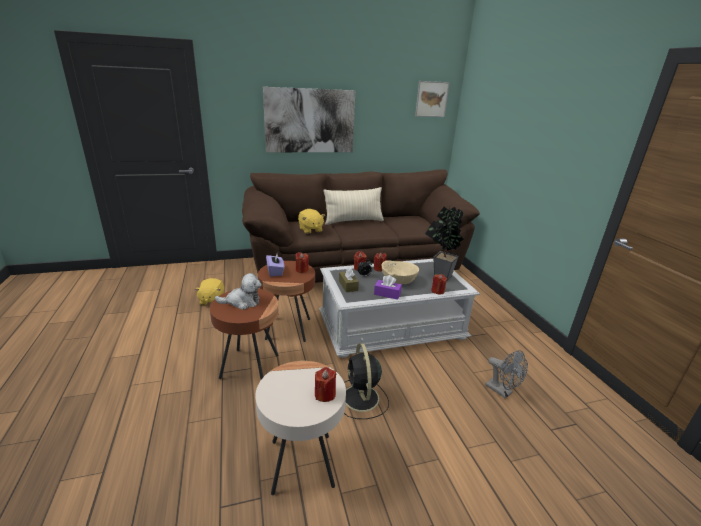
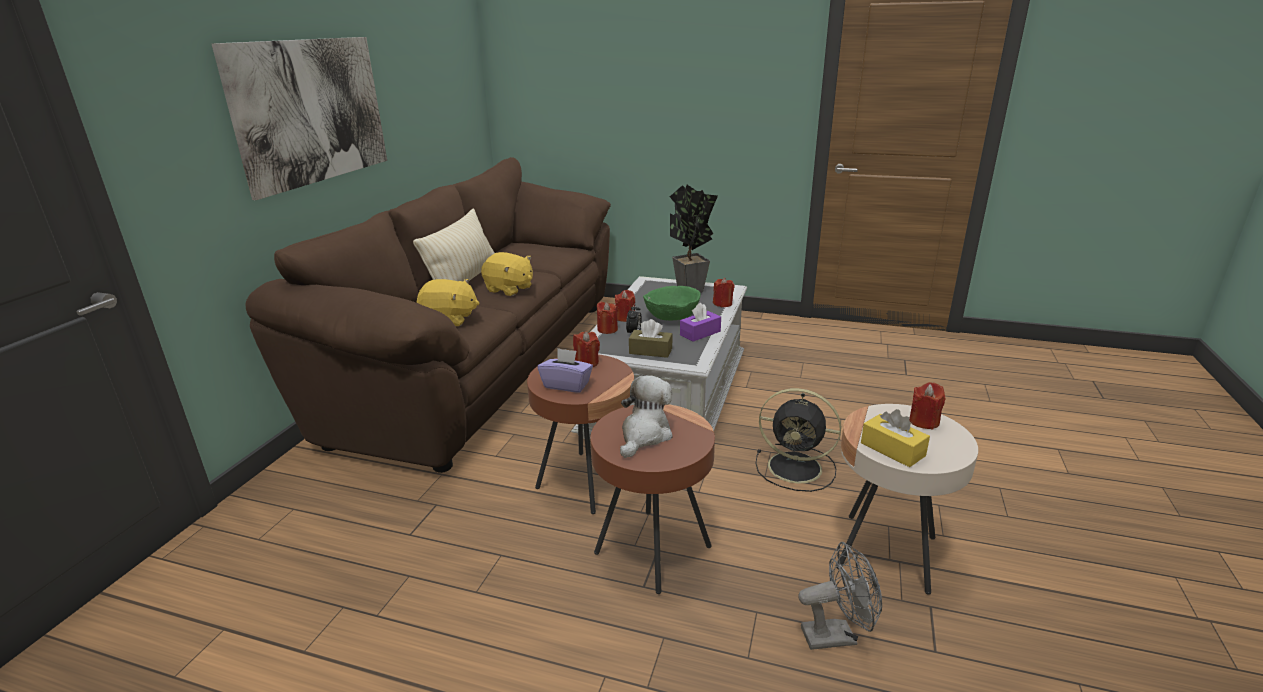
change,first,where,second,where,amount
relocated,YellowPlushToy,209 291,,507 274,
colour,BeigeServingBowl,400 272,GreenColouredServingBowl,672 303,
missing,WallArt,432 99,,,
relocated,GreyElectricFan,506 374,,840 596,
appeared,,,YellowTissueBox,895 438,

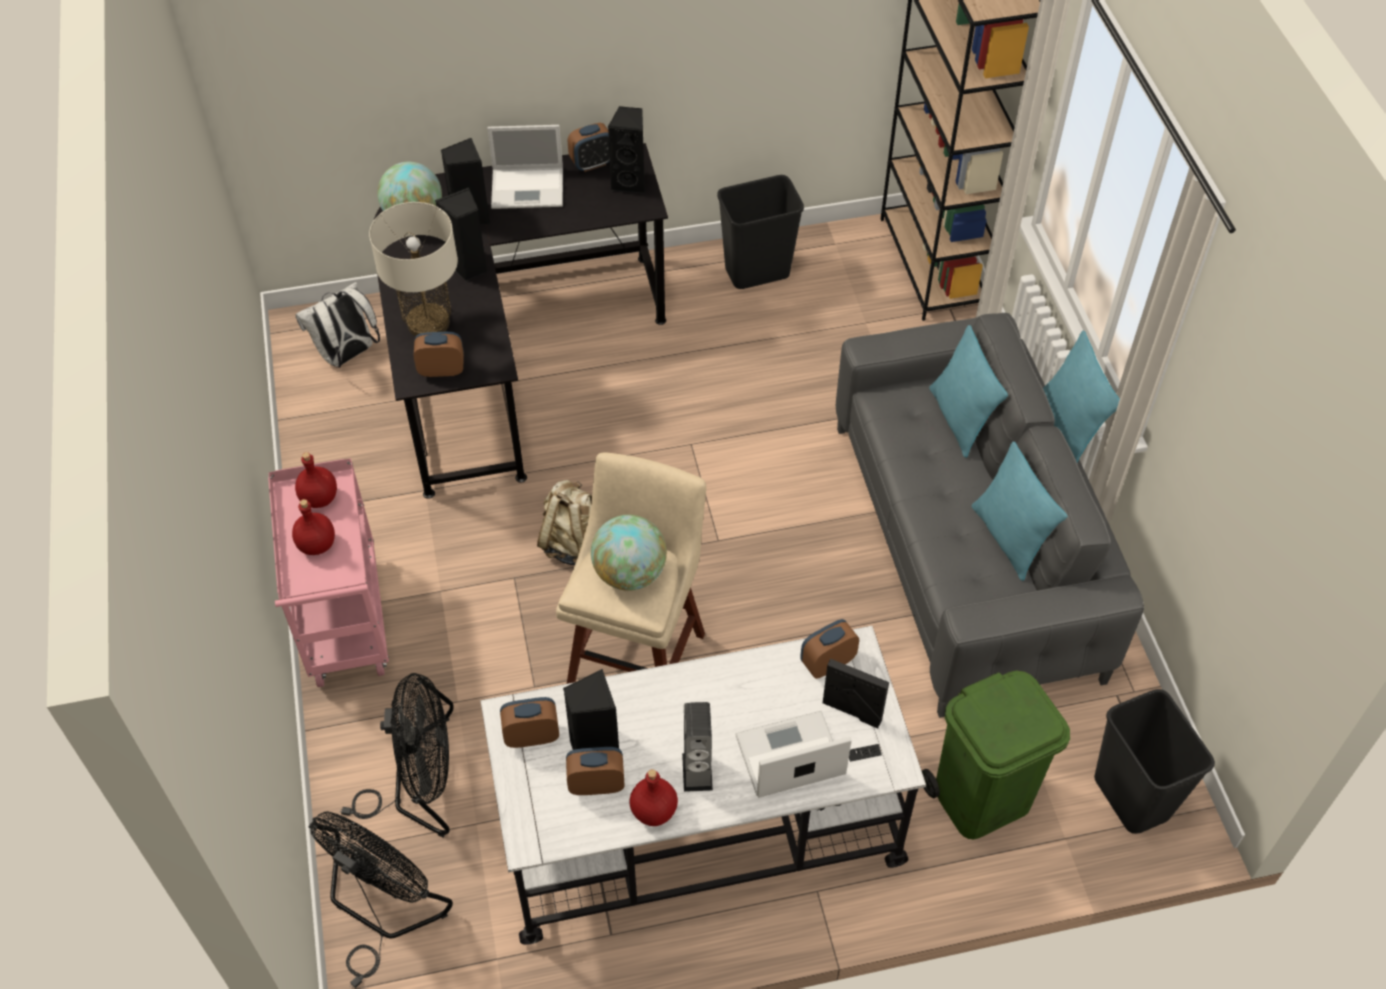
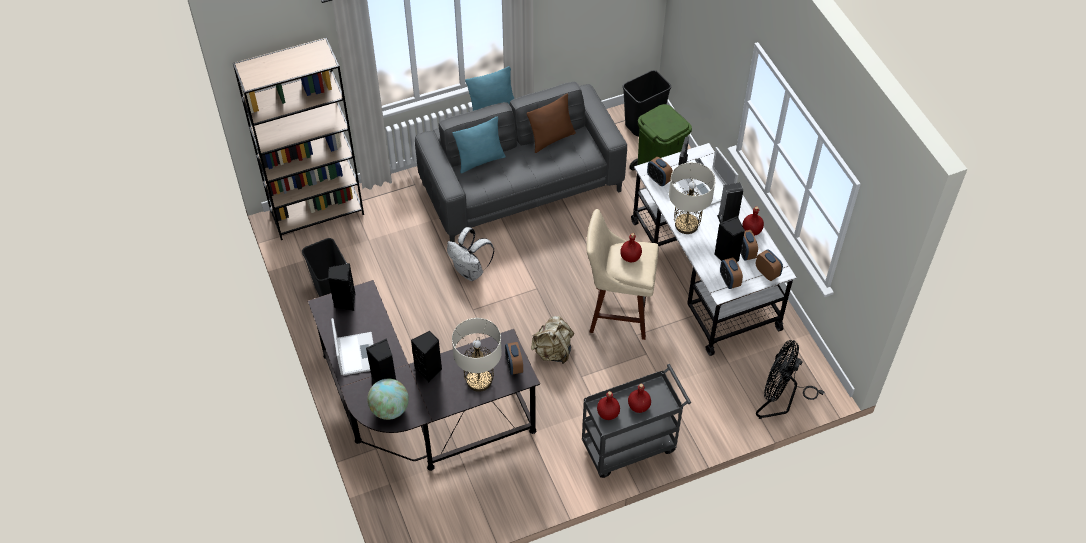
change,first,where,second,where,amount
colour,PinkTrolley,328 573,GreyTrolley,636 421,
relocated,WhiteBackpack,337 325,,470 254,
missing,BlackColouredElectricFan,397 755,,,
relocated,BedsideClock,589 147,,769 265,
exchanged,WorldGlobe,629 553,RedDrinkBottle,631 247,
colour,TurquoiseThrowPillow,1019 511,BrownThrowPillow,551 123,
appeared,,,LampForATable,692 198,

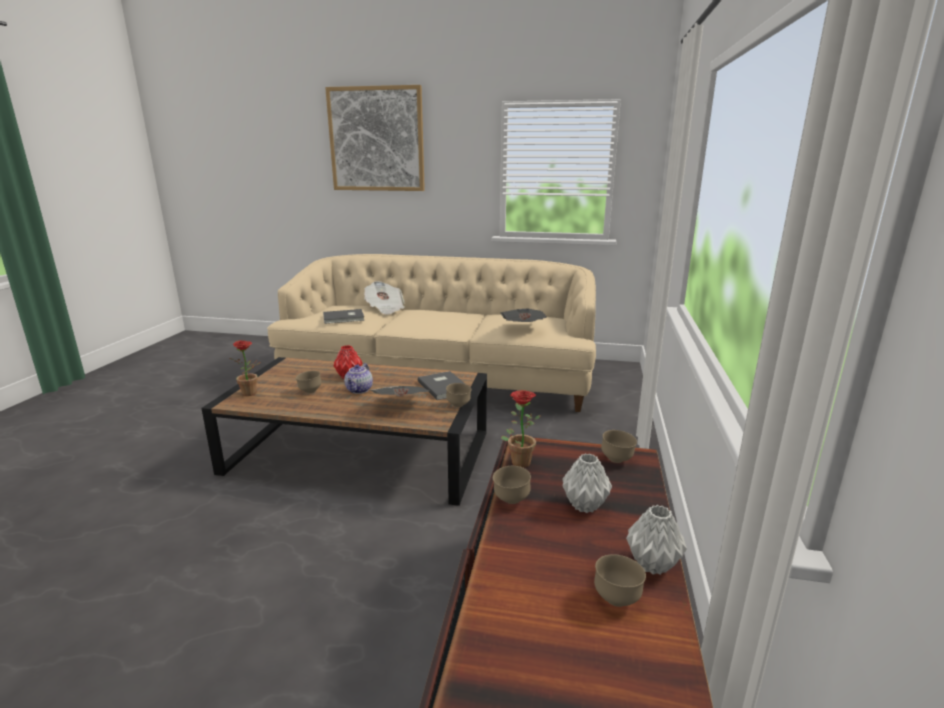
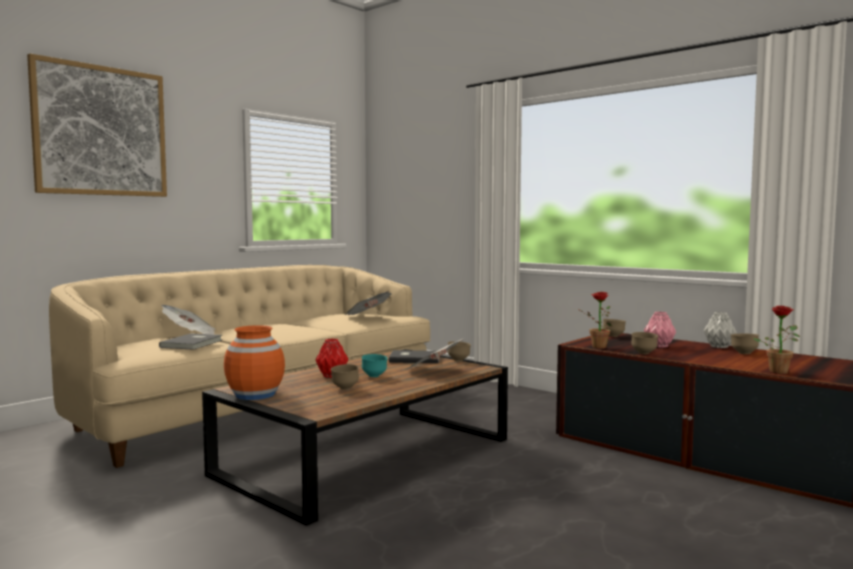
change,first,where,second,where,amount
relocated,PlantInAPot,245 368,,776 340,
exchanged,Teapot,358 378,TurquoiseServingBowl,375 365,
colour,GreyDecorativeVase,587 483,PinkDecorativeVase,660 330,
appeared,,,OrangeyDecorativeVase,254 362,

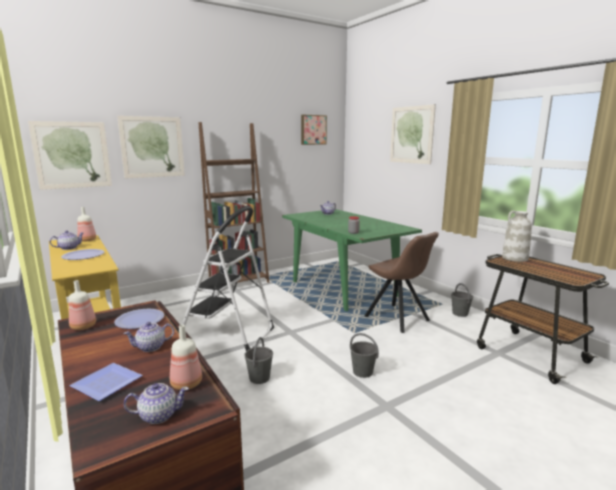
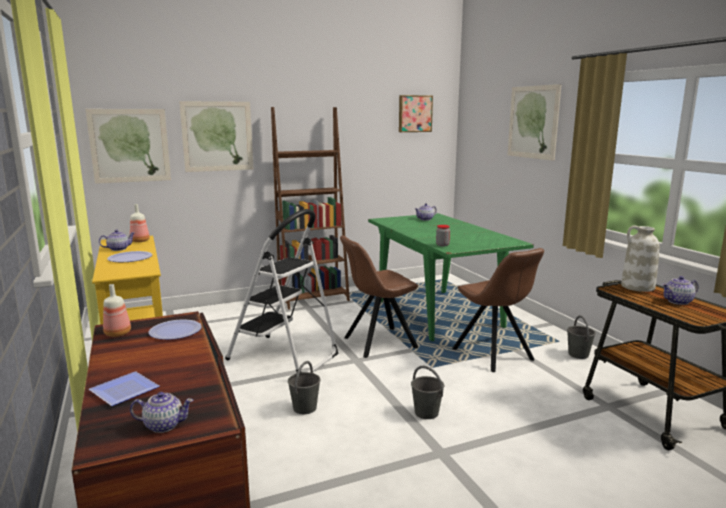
change,first,where,second,where,amount
relocated,Teapot,148 337,,680 290,
missing,DrinkBottle,186 357,,,
appeared,,,BrownChair,379 296,

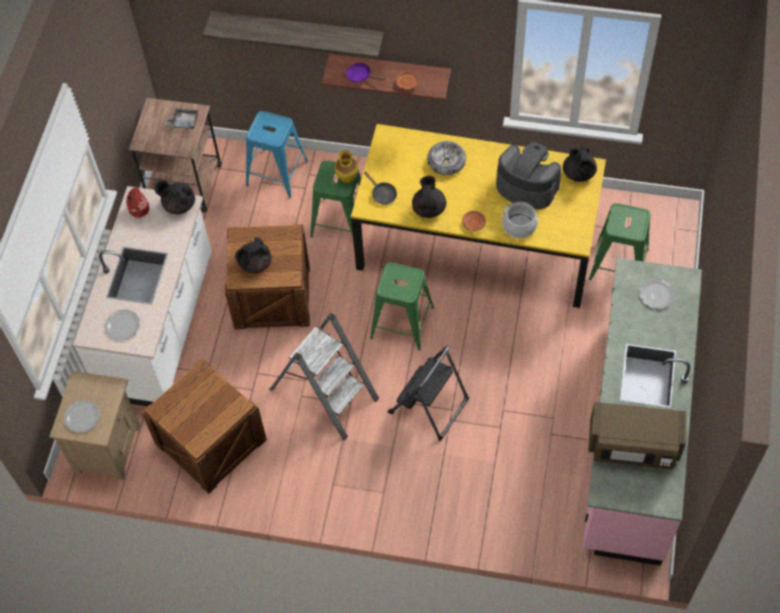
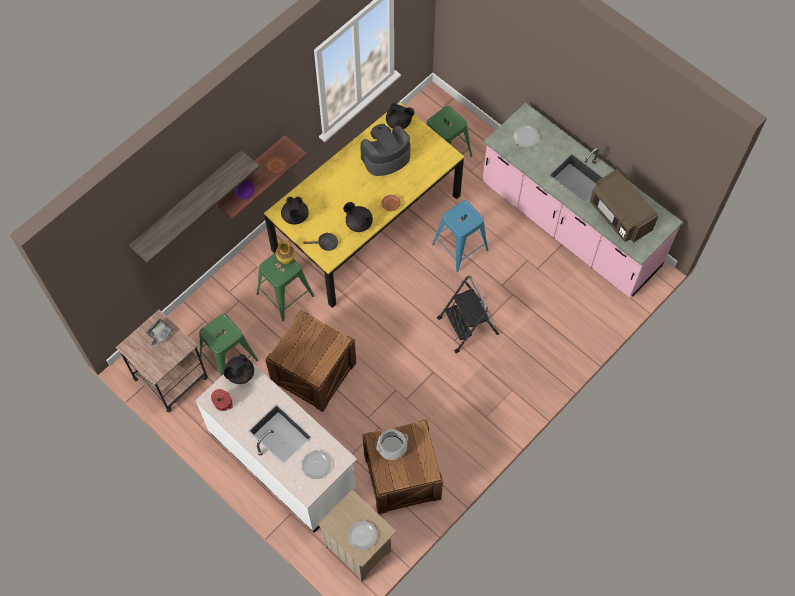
change,first,where,second,where,amount
relocated,BlackColouredTeapot,253 255,,295 210,
relocated,BlueStool,277 154,,460 236,
missing,GreyStepStool,324 376,,,
relocated,GreenColouredStool,402 307,,228 345,
missing,ServingBowl,446 158,,,
relocated,Stockpot,520 220,,392 444,
spun,BrownKitchenMicrowave,637 435,,624 206,105 degrees clockwise

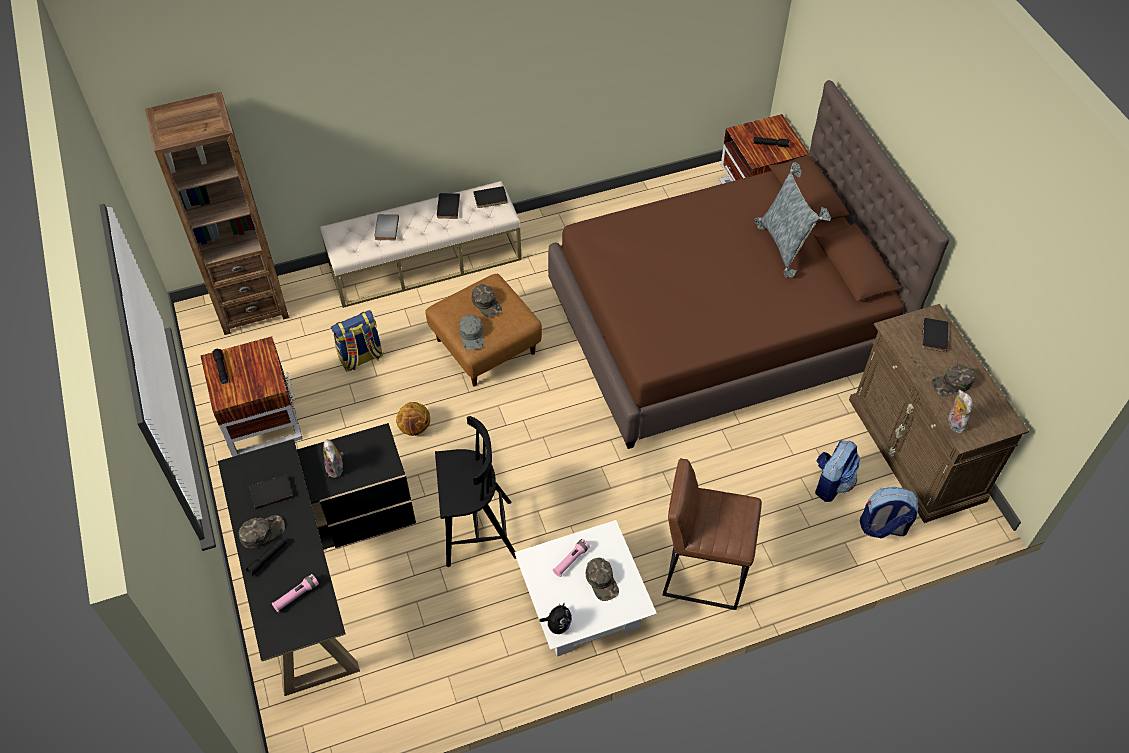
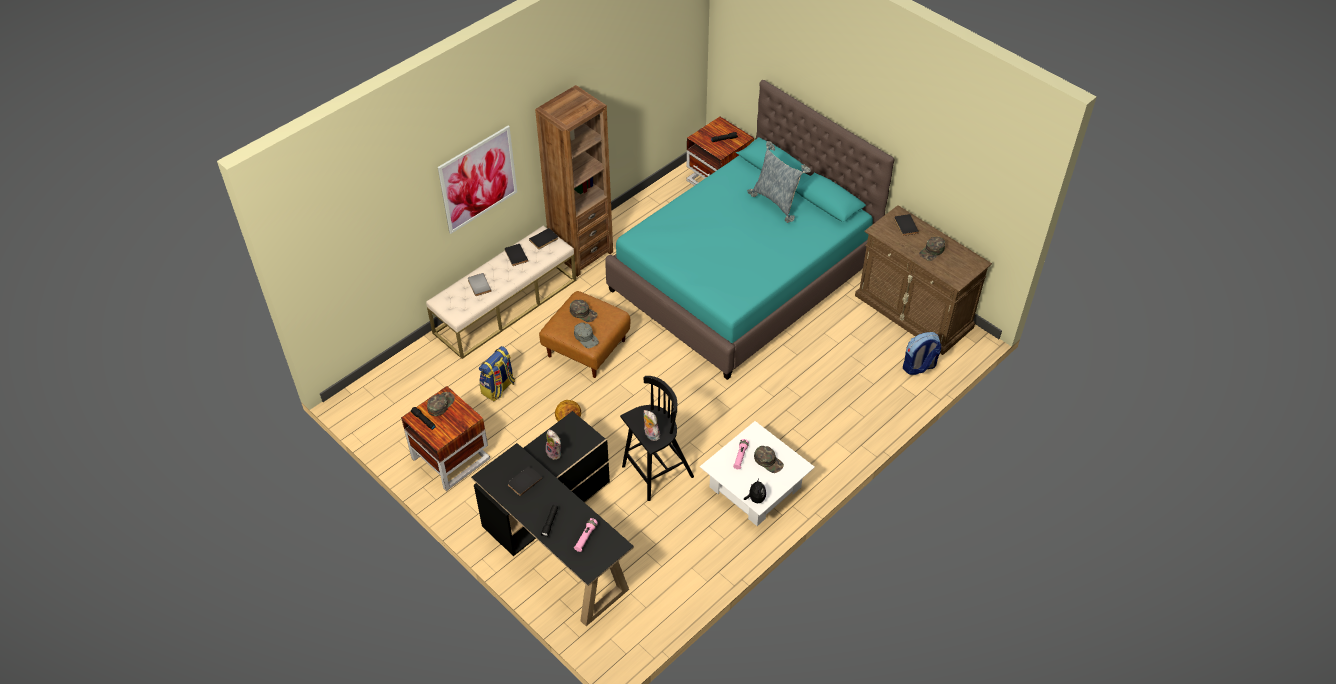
change,first,where,second,where,amount
relocated,BrownBookshelf,217 213,,574 181,
relocated,GreenColouredCap,262 532,,441 404,
colour,BrownSleepingBed,748 264,TurquoiseSleepingBed,749 230,
missing,BrownStool,712 534,,,
missing,Backpack,837 471,,,
relocated,PlushToy,960 411,,652 425,
appeared,,,WallArt,477 180,

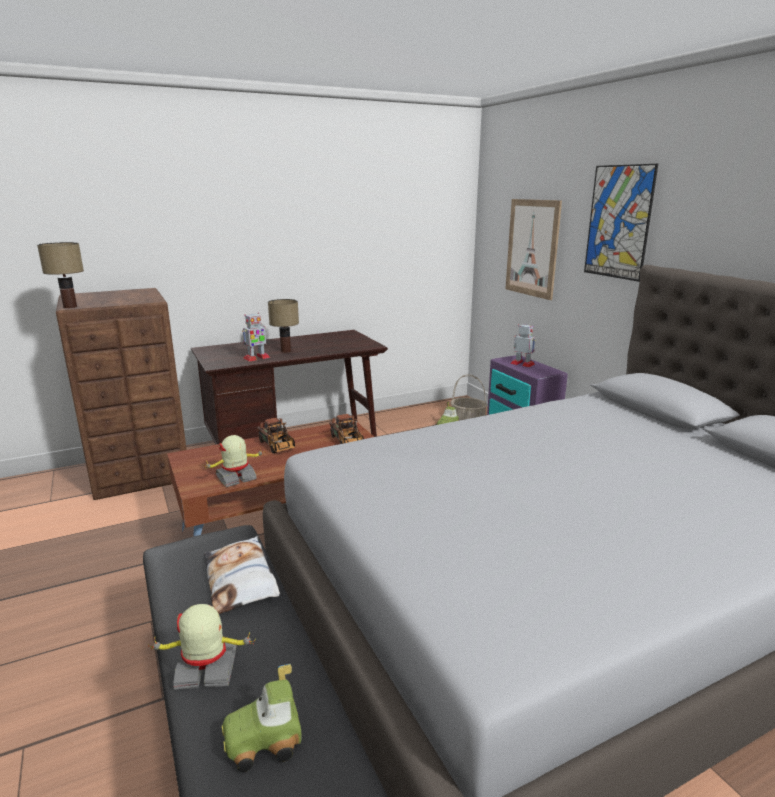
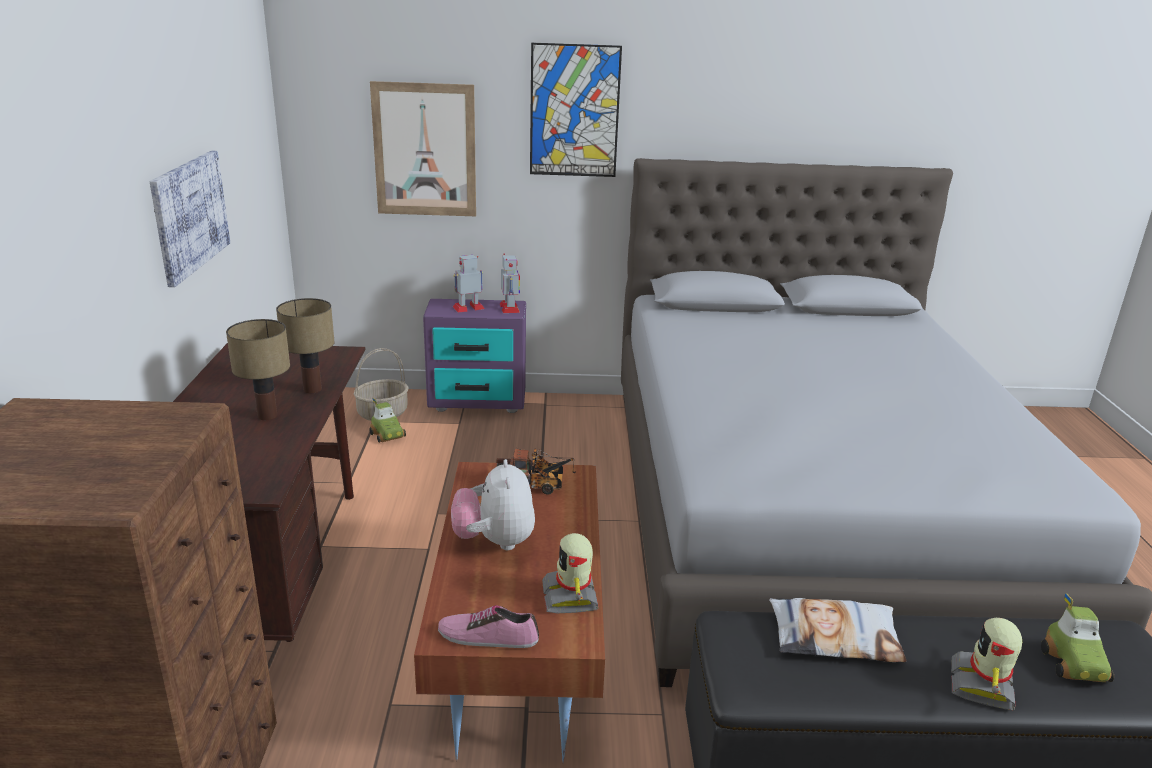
change,first,where,second,where,amount
relocated,LampForATable,60 275,,305 345,
relocated,ModelRobot,256 337,,510 283,
exchanged,ToyLorry,276 435,PlushToy,493 504,
appeared,,,WallArt,190 219,
appeared,,,Shoe,488 626,

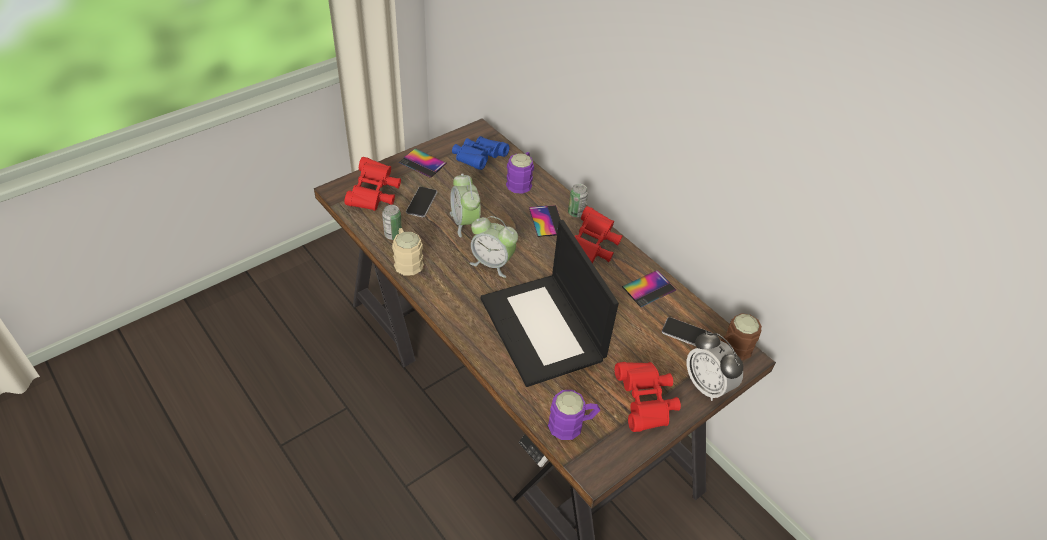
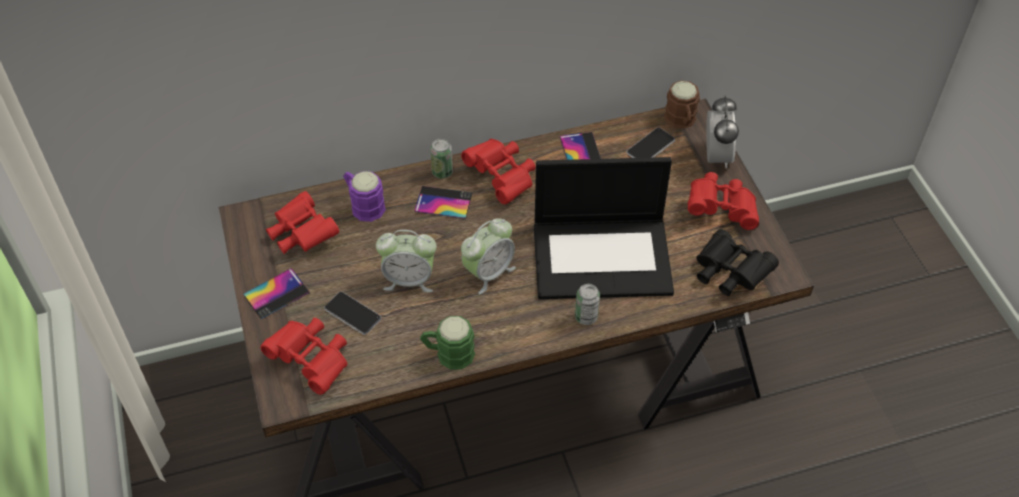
change,first,where,second,where,amount
relocated,MetalCan,392 222,,587 304,
colour,BeigeCoffeeMug,408 251,GreenColouredCoffeeMug,447 342,
colour,BlueBinoculars,480 153,RedBinoculars,303 222,
exchanged,PurpleCoffeeMug,574 415,BlackColouredBinoculars,737 262,
spun,BedsideClock,715 366,,722 132,75 degrees counterclockwise

